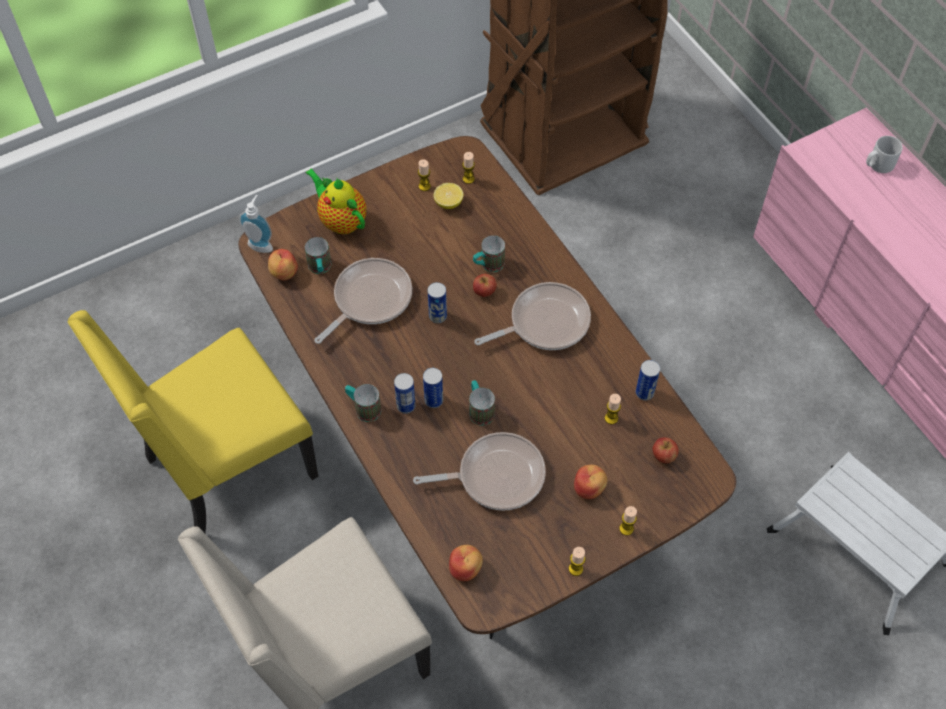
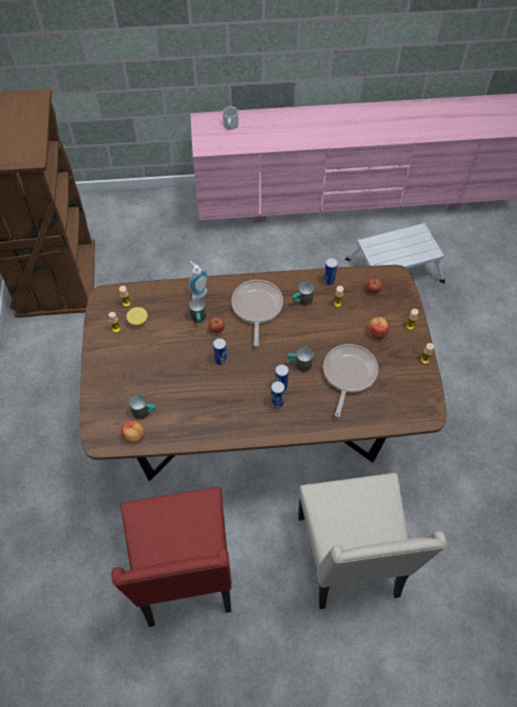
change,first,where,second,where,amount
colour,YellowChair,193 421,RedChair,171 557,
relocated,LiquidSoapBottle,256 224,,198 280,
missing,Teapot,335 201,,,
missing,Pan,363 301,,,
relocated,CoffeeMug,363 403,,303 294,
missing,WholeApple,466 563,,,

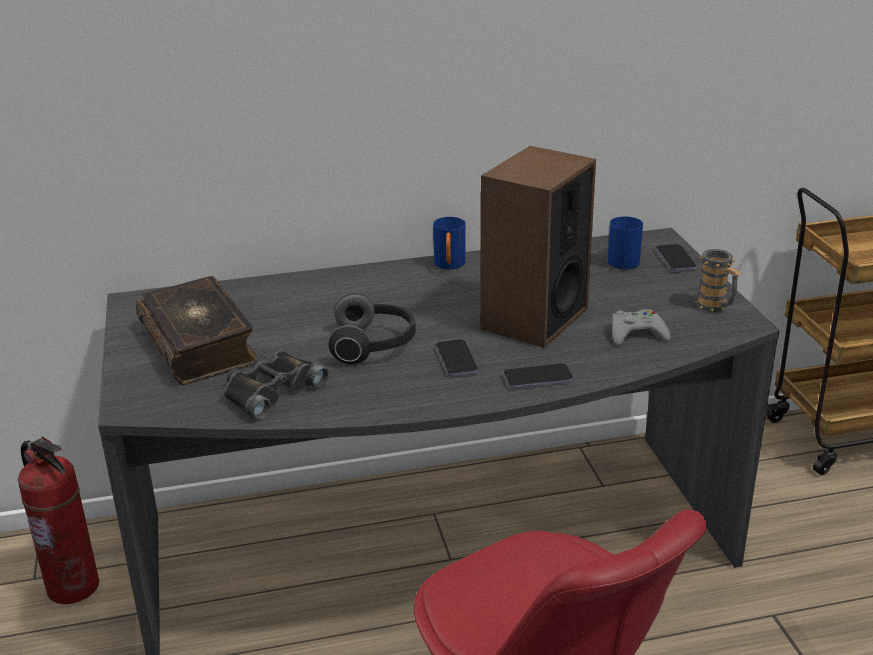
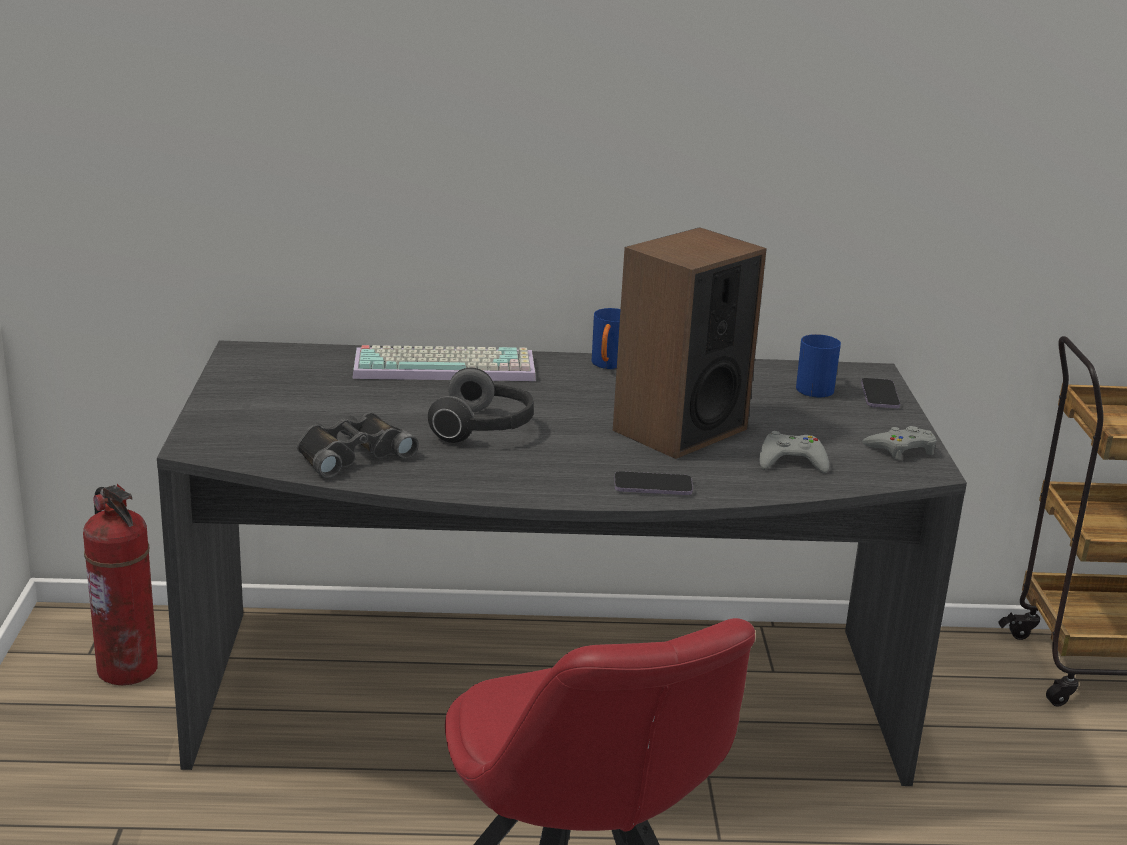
change,first,where,second,where,amount
missing,BoundBook,197 330,,,
missing,Phone,457 358,,,
exchanged,CoffeeMug,718 280,GreyGamepad,900 443,
appeared,,,PcKeyboard,444 363,

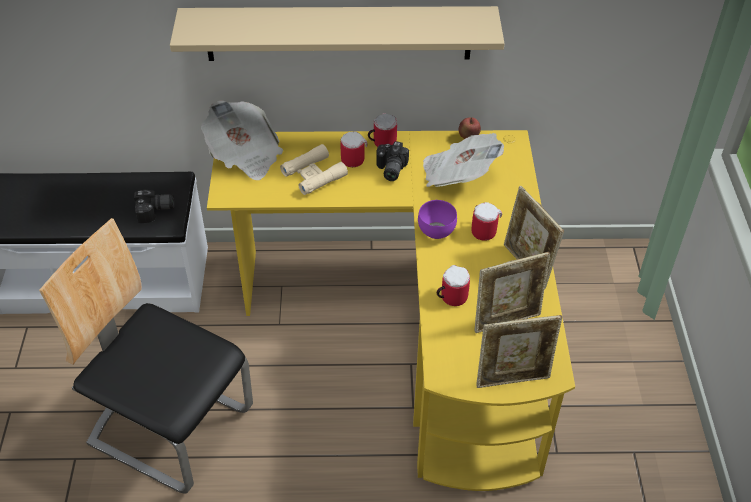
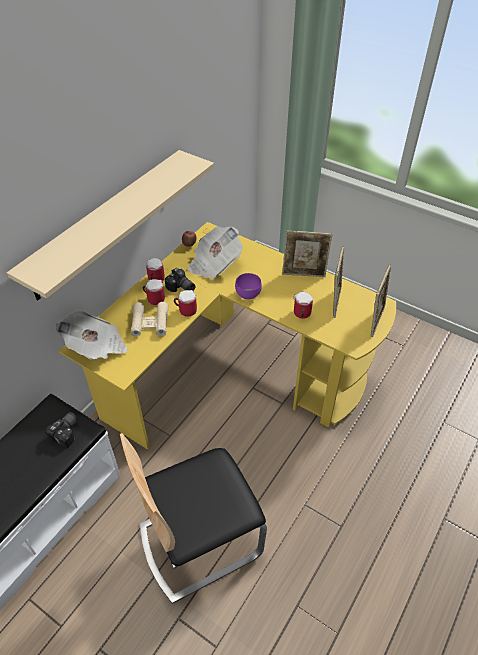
change,first,where,second,where,amount
relocated,CoffeeMug,486 221,,185 303,

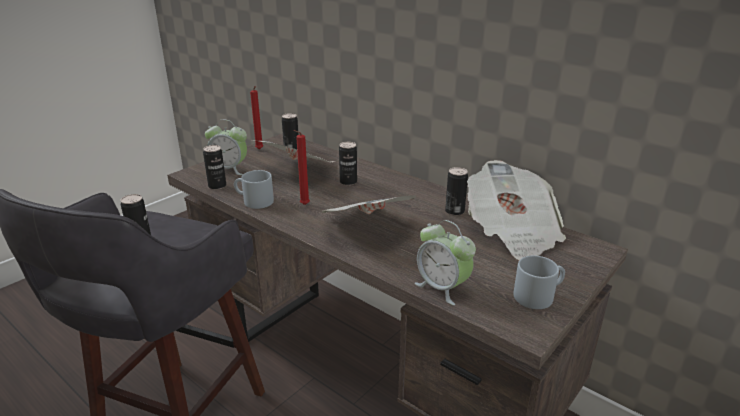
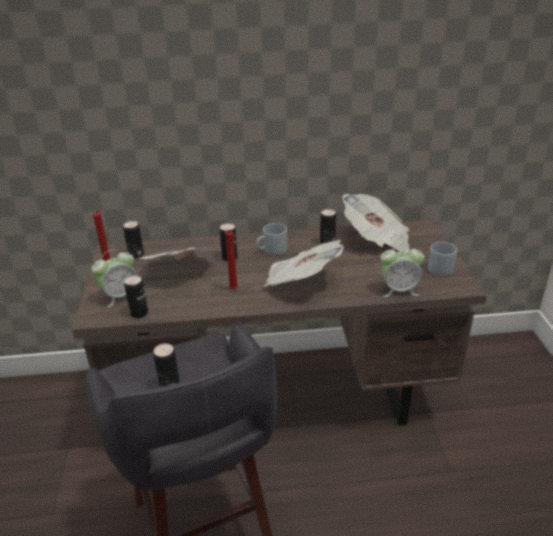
change,first,where,second,where,amount
relocated,GreyCoffeeMug,254 189,,271 239,

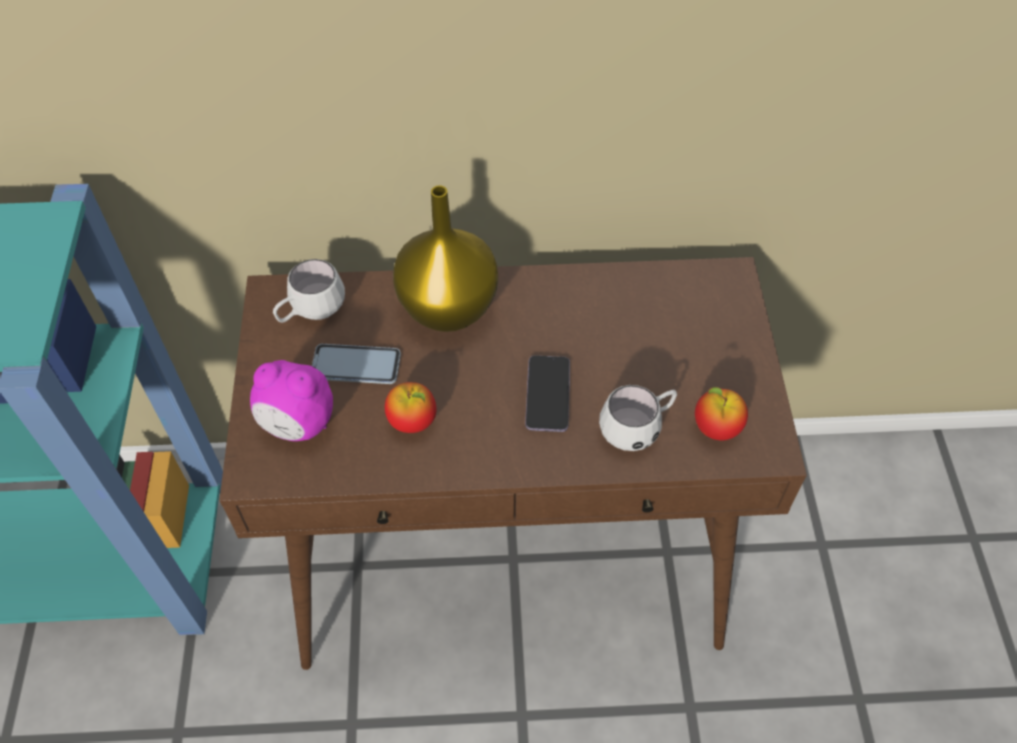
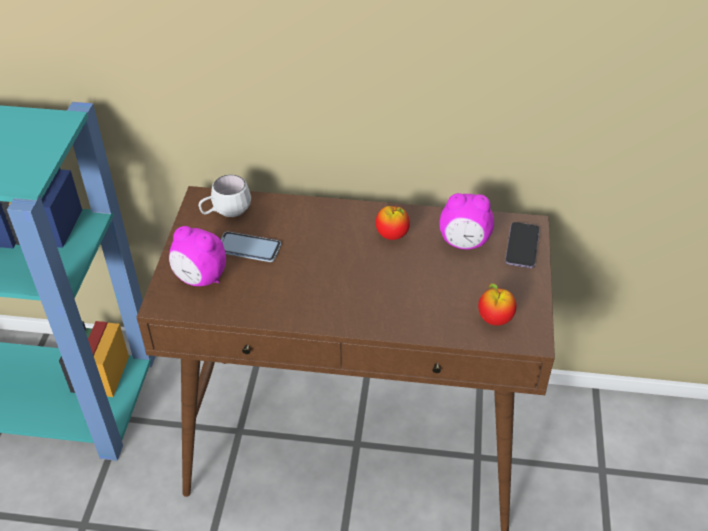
change,first,where,second,where,amount
relocated,WholeApple,411 407,,393 223,
missing,YellowDecorativeVase,445 258,,,
relocated,Phone,547 393,,522 245,
missing,WhiteCoffeeMug,638 418,,,
appeared,,,BedsideClock,467 221,

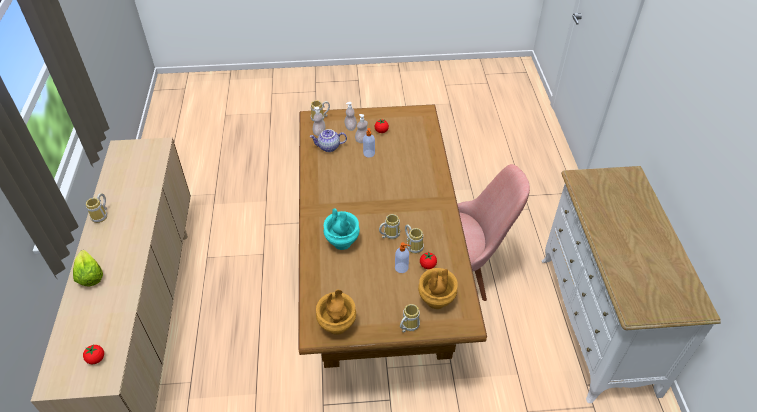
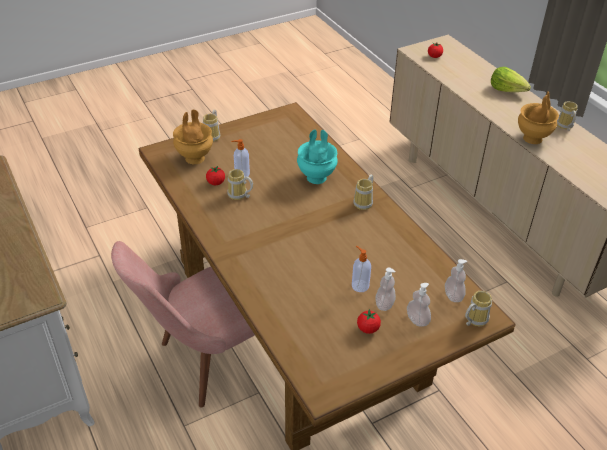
change,first,where,second,where,amount
missing,Teapot,328 140,,,
relocated,BrownDecorativeVase,336 312,,538 117,
relocated,CoffeeMug,389 226,,363 192,

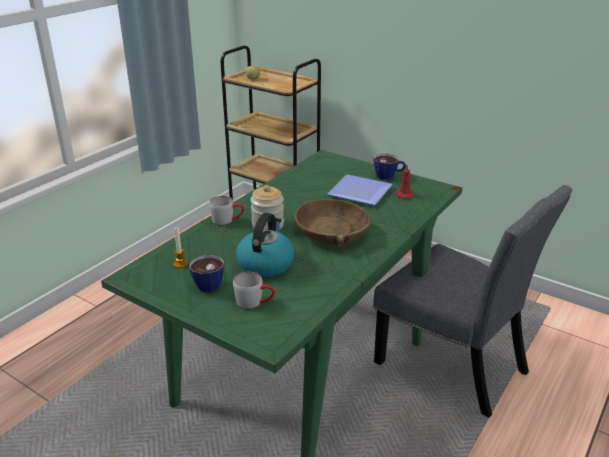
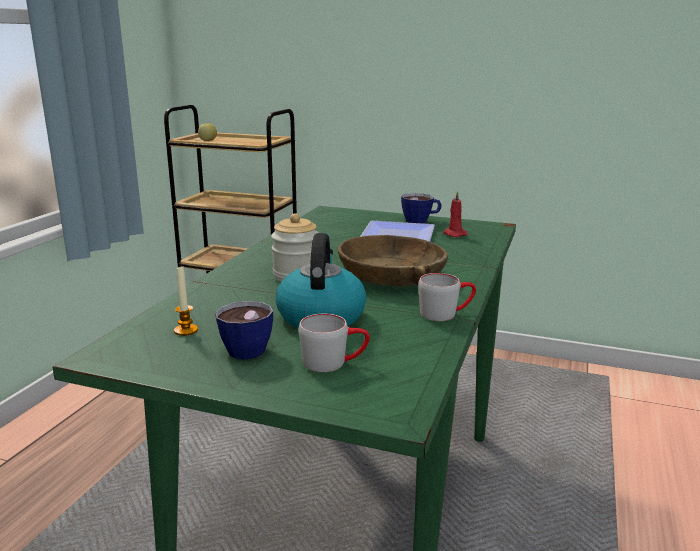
change,first,where,second,where,amount
relocated,GreyCoffeeMug,226 210,,447 297,
missing,GreyChair,472 301,,,

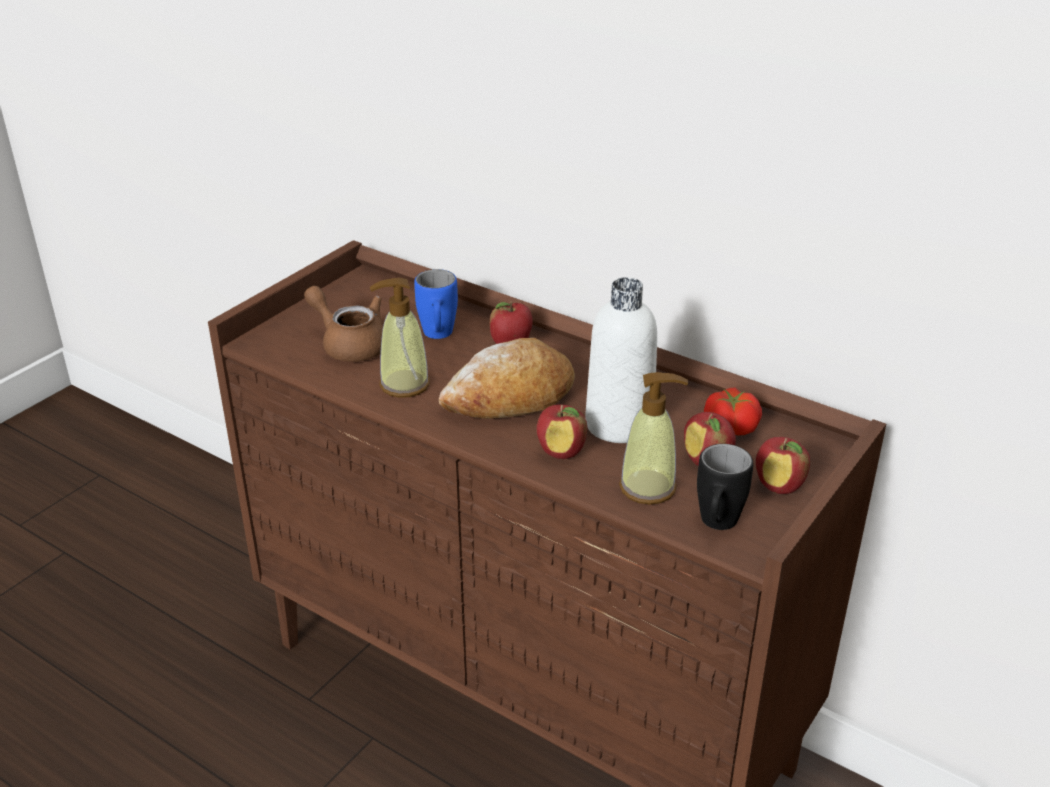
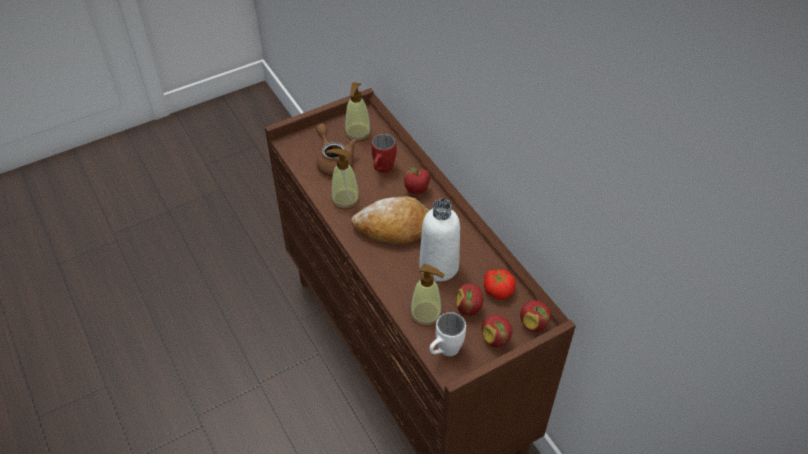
change,first,where,second,where,amount
colour,BlueCoffeeMug,436 304,RedCoffeeMug,383 153,
relocated,WholeApple,562 431,,535 316,
colour,BlackColouredCoffeeMug,725 487,WhiteCoffeeMug,447 334,
appeared,,,LiquidSoapBottle,358 112,

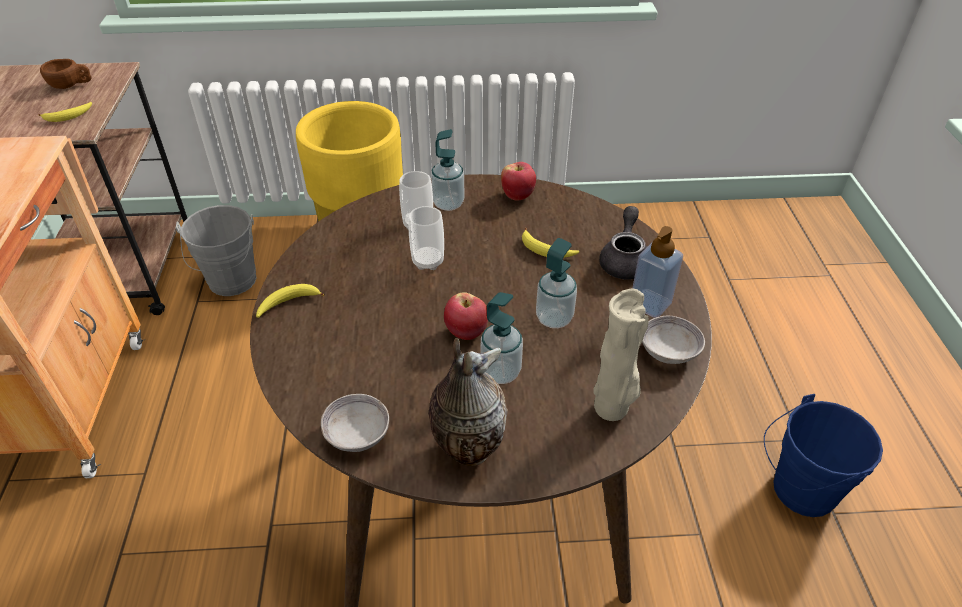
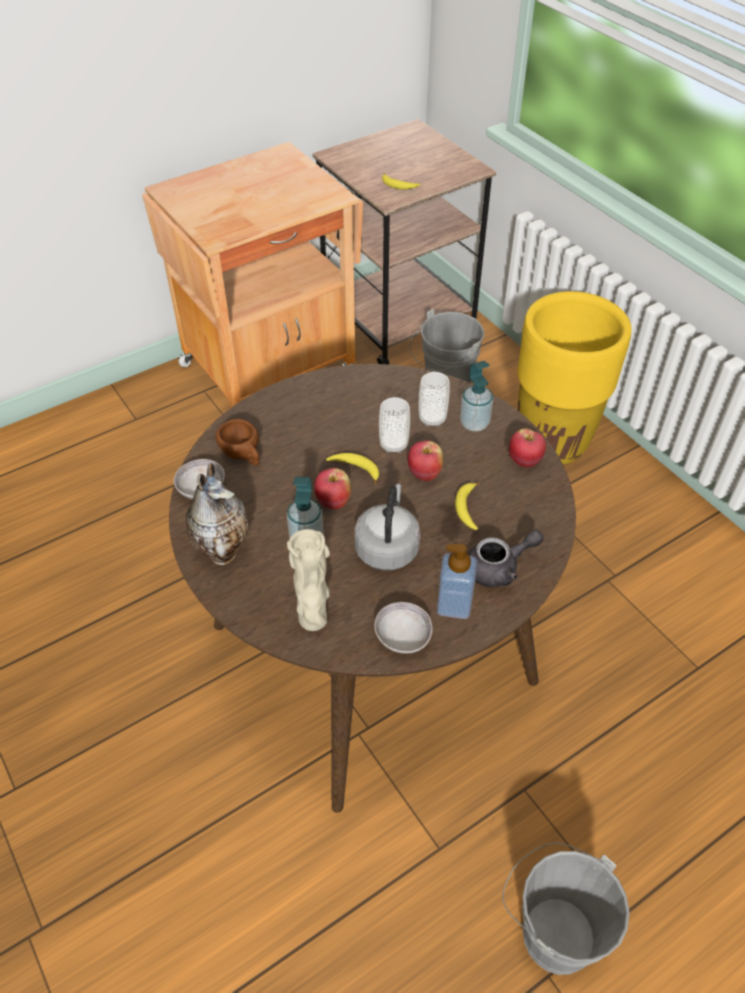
change,first,where,second,where,amount
relocated,BrownDrinkingCup,66 74,,238 442,
relocated,WholeBanana,290 301,,352 468,
exchanged,LiquidSoapBottle,556 283,GreyKettle,387 527,
colour,BlueBucket,823 455,GreyBucket,566 909,
appeared,,,WholeApple,425 460,

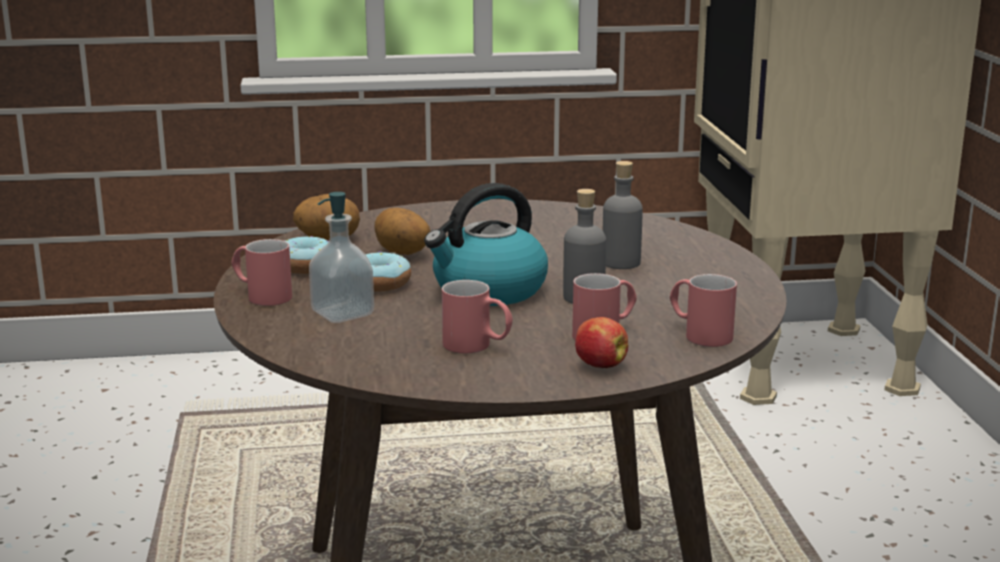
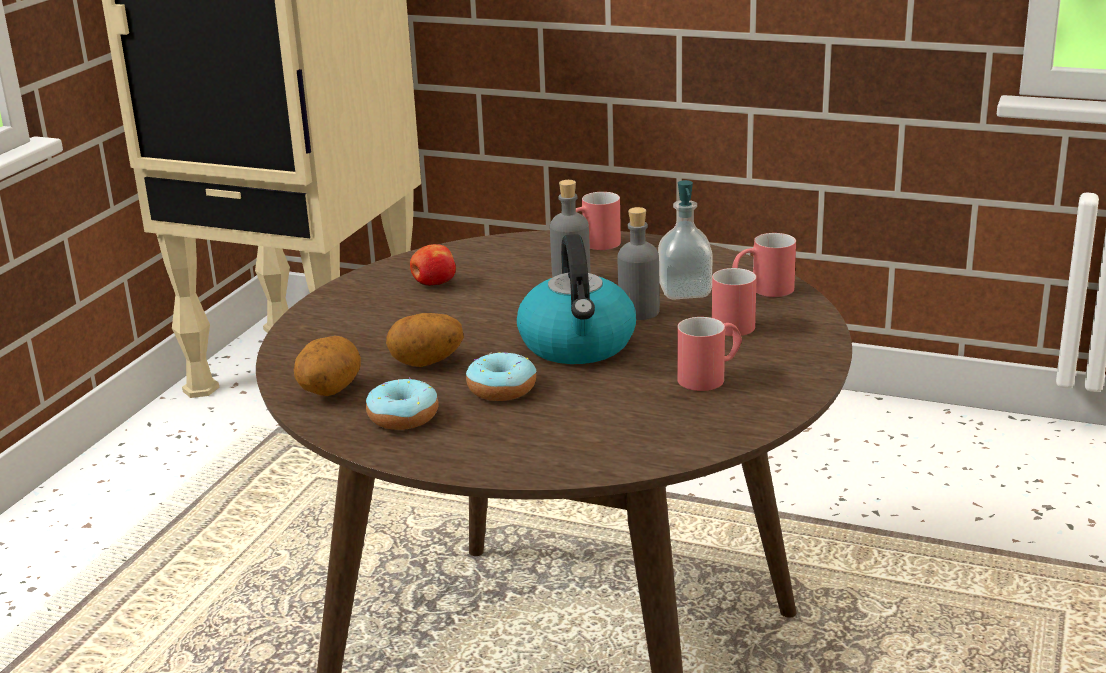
change,first,where,second,where,amount
relocated,RedCoffeeMug,261 272,,598 221,
relocated,LiquidSoapBottle,341 257,,685 239,
relocated,WholeApple,601 342,,433 264,

